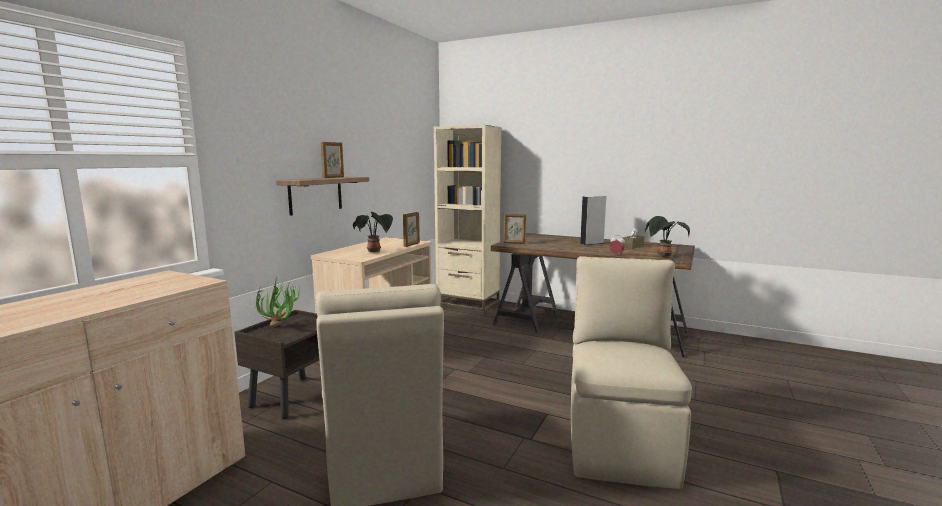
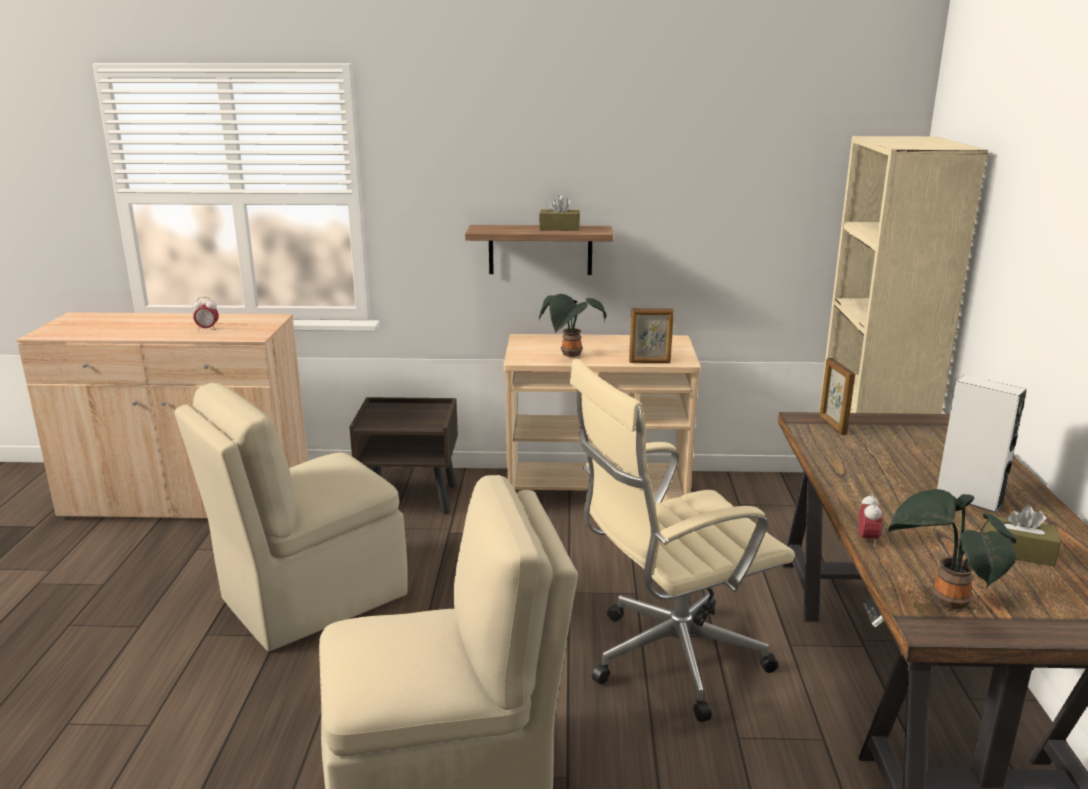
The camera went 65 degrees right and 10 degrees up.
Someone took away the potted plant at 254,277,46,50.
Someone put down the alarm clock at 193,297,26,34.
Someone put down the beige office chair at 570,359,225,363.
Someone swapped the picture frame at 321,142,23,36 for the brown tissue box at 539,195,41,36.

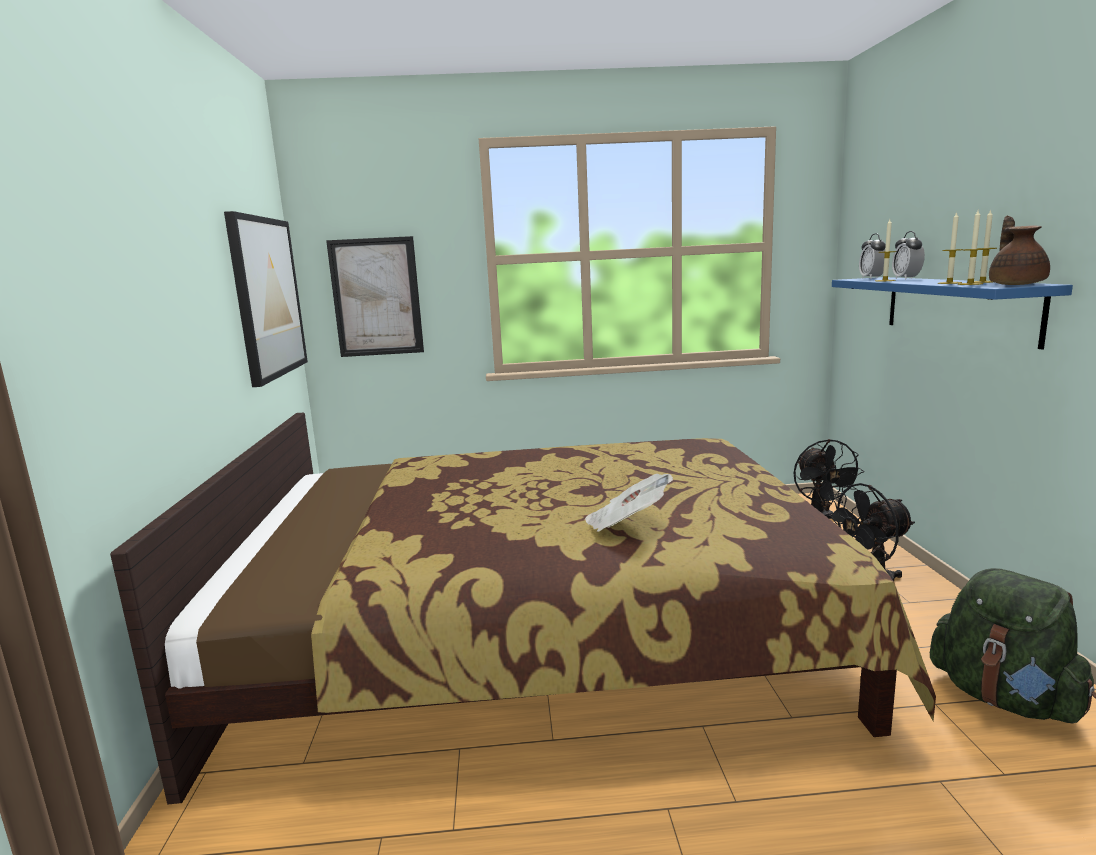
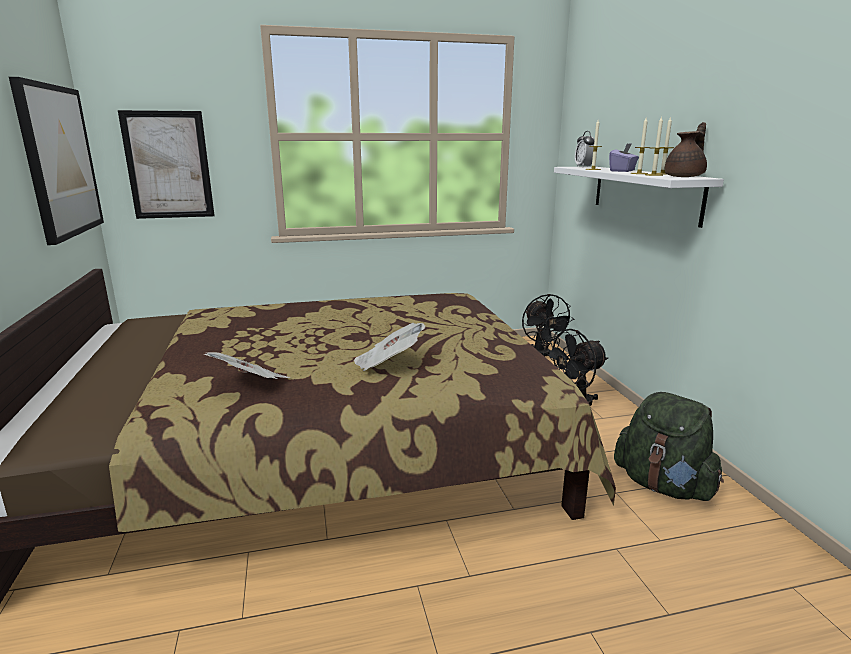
The camera went 10 degrees left and 5 degrees up.
Someone took away the alarm clock at 892,231,33,49.
Someone put down the newspaper at 203,352,87,27.
Someone put down the purple tissue box at 609,143,30,29.
Someone repainted the blue shelf at 832,277,241,72, which became the white shelf at 554,166,170,62.
Someone rotated the brown teapot at 989,216,61,69 by 45 degrees clockwise.

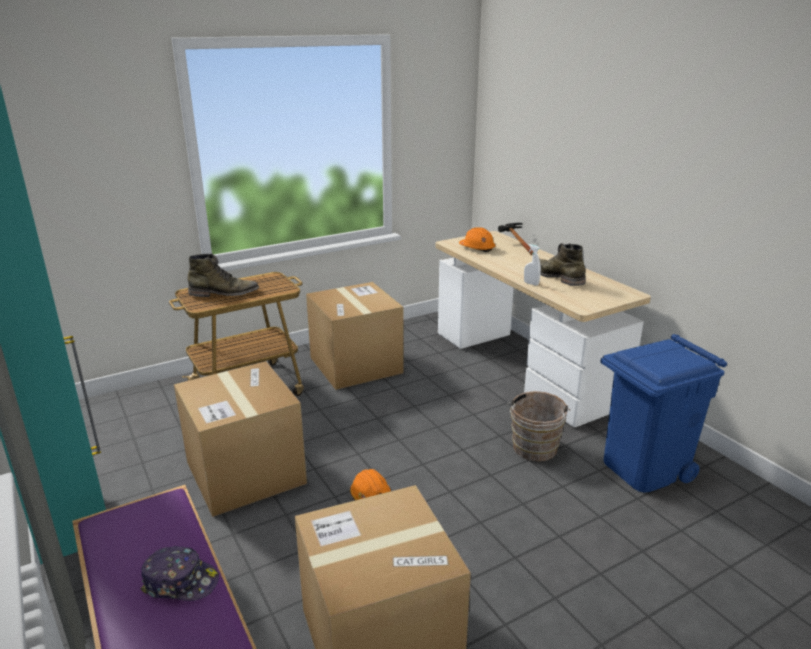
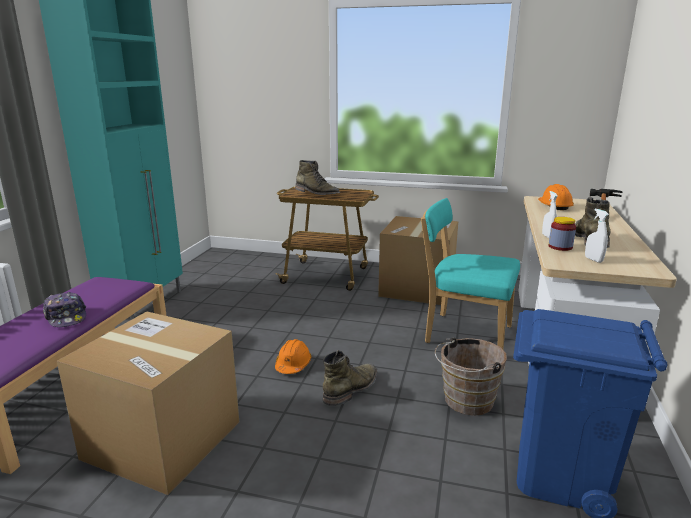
The camera went 45 degrees right and 5 degrees down.
Someone took away the cardboard box at 174,361,133,156.
Someone put down the green boot at 323,350,54,56.
Someone put down the turquoise chair at 421,198,99,151.
Someone put down the jar at 548,217,28,34.
Someone put down the white spray bottle at 585,209,24,54.

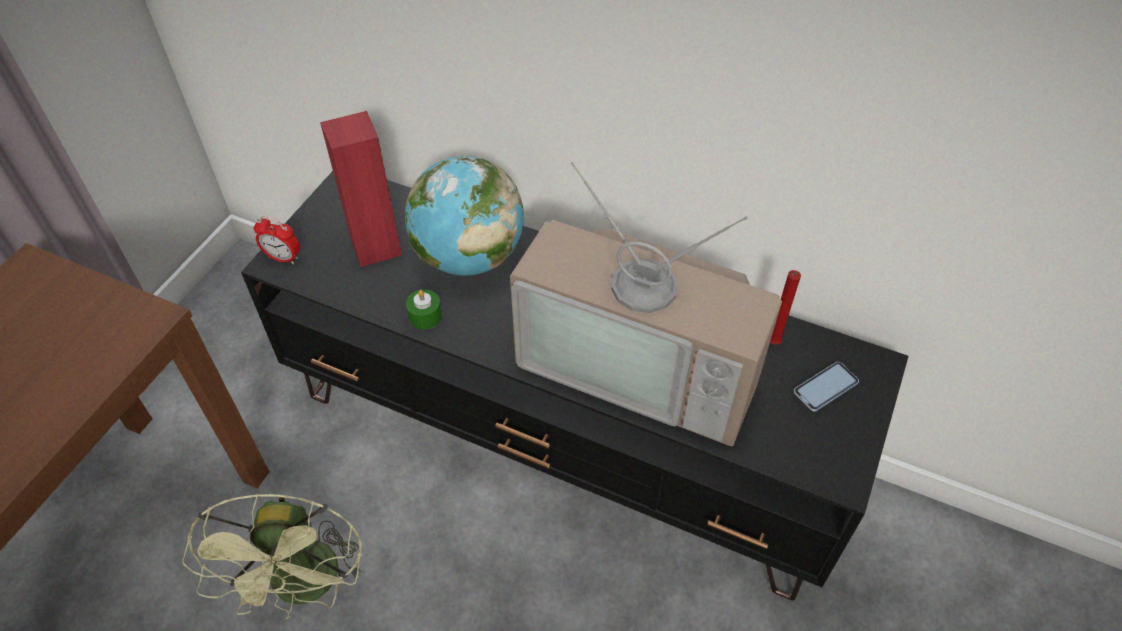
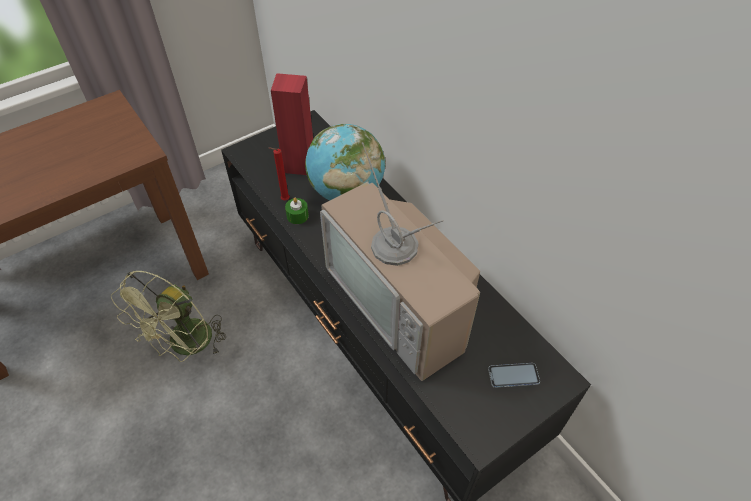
The camera went 30 degrees right and 0 degrees up.
Someone took away the alarm clock at 254,216,46,48.
Someone carried the red candle from 770,270,31,75 to 270,148,20,52.

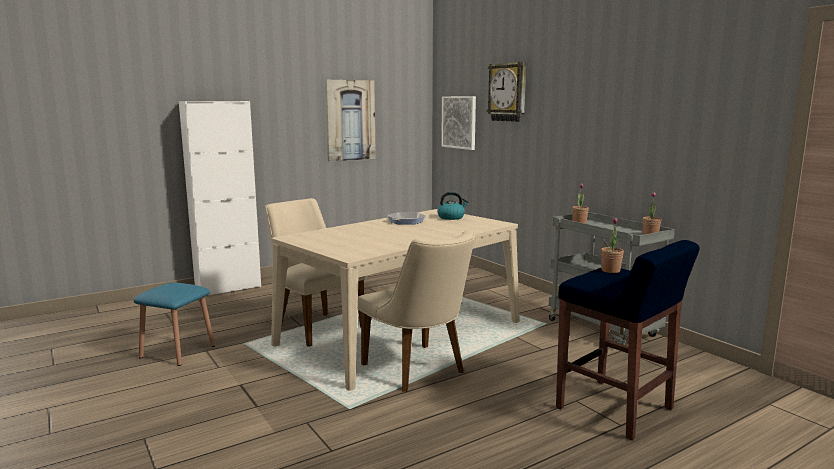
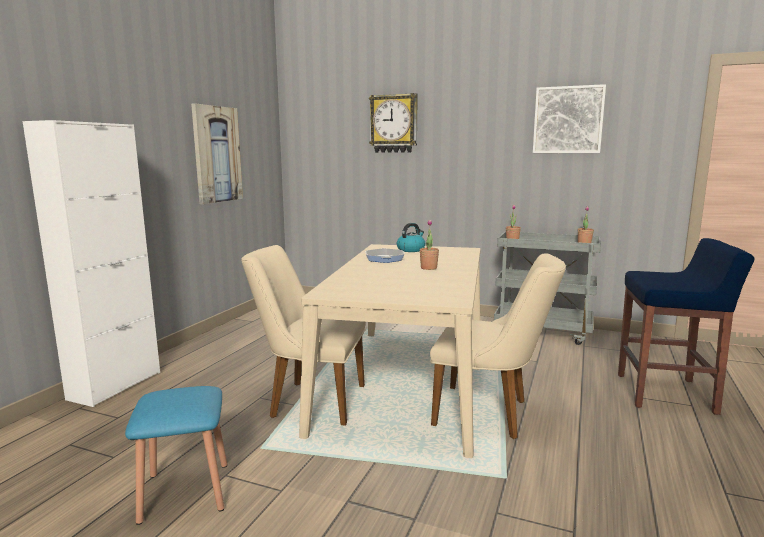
The camera went 35 degrees left and 0 degrees up.
Someone carried the picture from 441,96,35,54 to 533,84,73,69.
Someone carried the potted plant from 601,217,23,56 to 420,220,19,50.

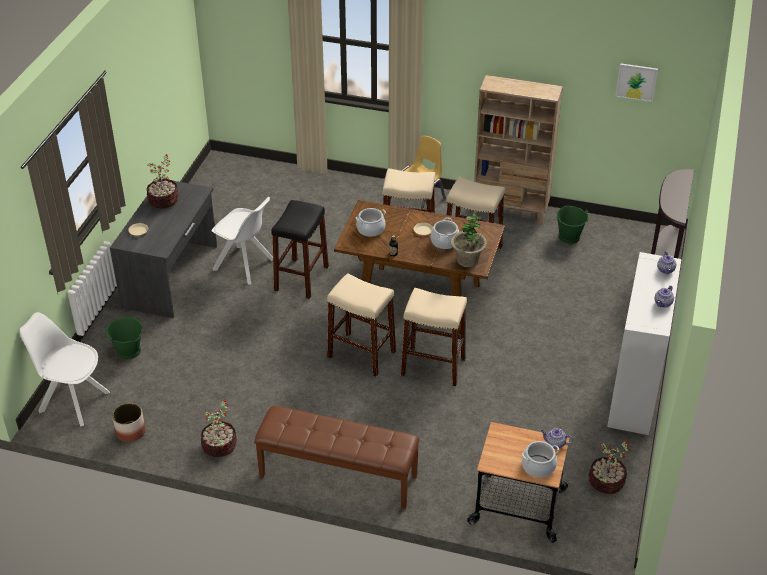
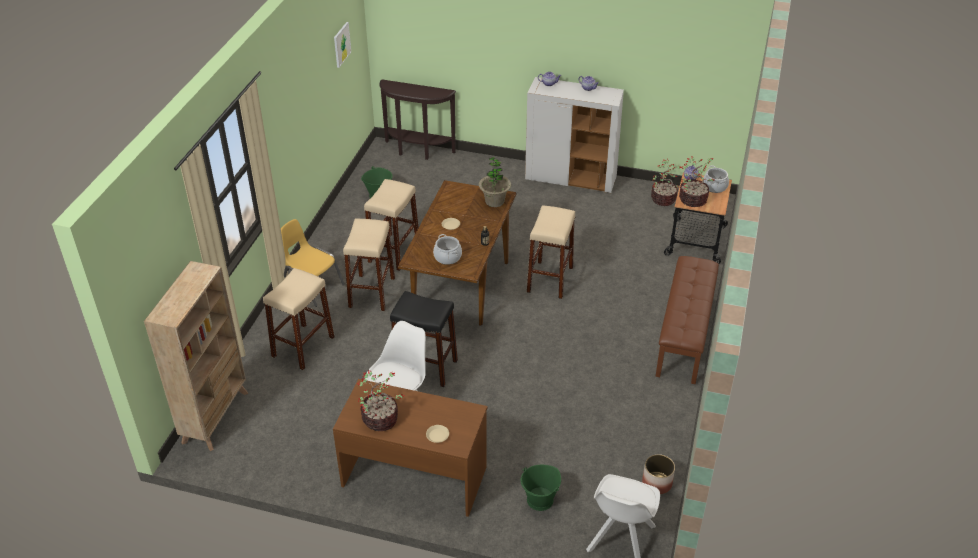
The camera went 90 degrees left and 0 degrees up.
Someone took away the cooking pot at 431,217,28,32.
Someone carried the potted plant from 200,399,37,58 to 679,157,36,50.
Someone carried the beige stool from 327,273,69,103 to 263,268,72,102.
Someone carried the beige bookcase from 474,75,89,150 to 144,261,104,190.
Someone repainted the grey desk at 110,180,107,138, which became the brown desk at 333,379,154,138.

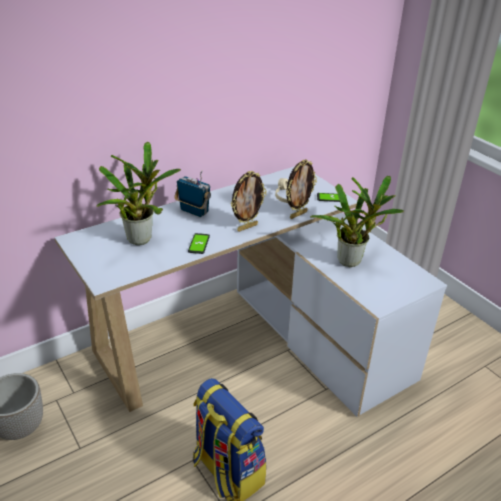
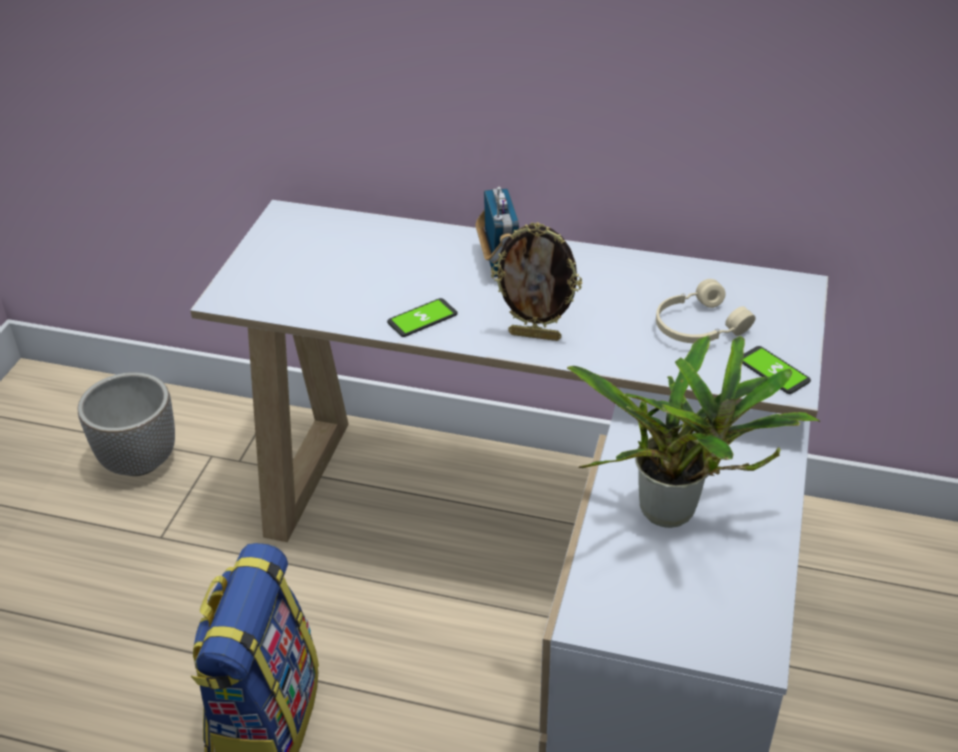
The camera went 50 degrees right and 5 degrees up.
Someone took away the potted plant at 96,142,85,103.
Someone took away the picture frame at 286,159,31,60.

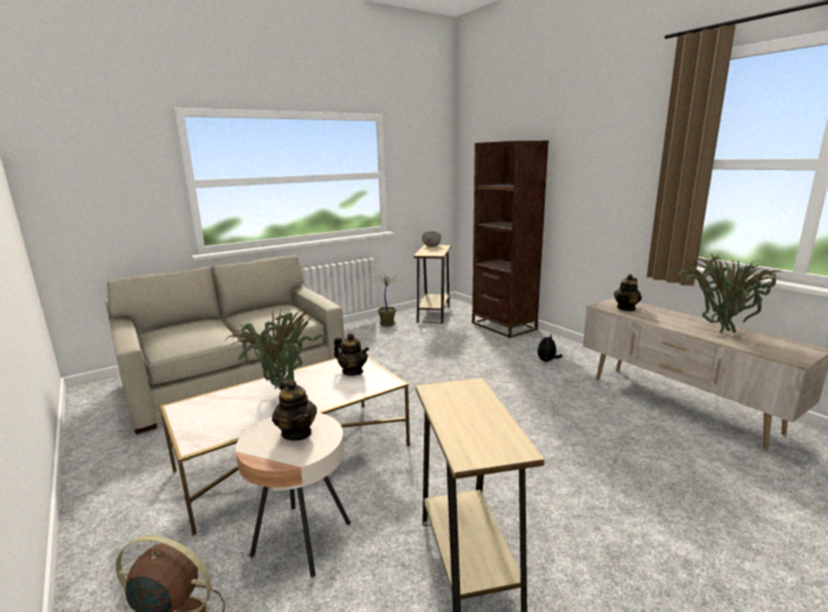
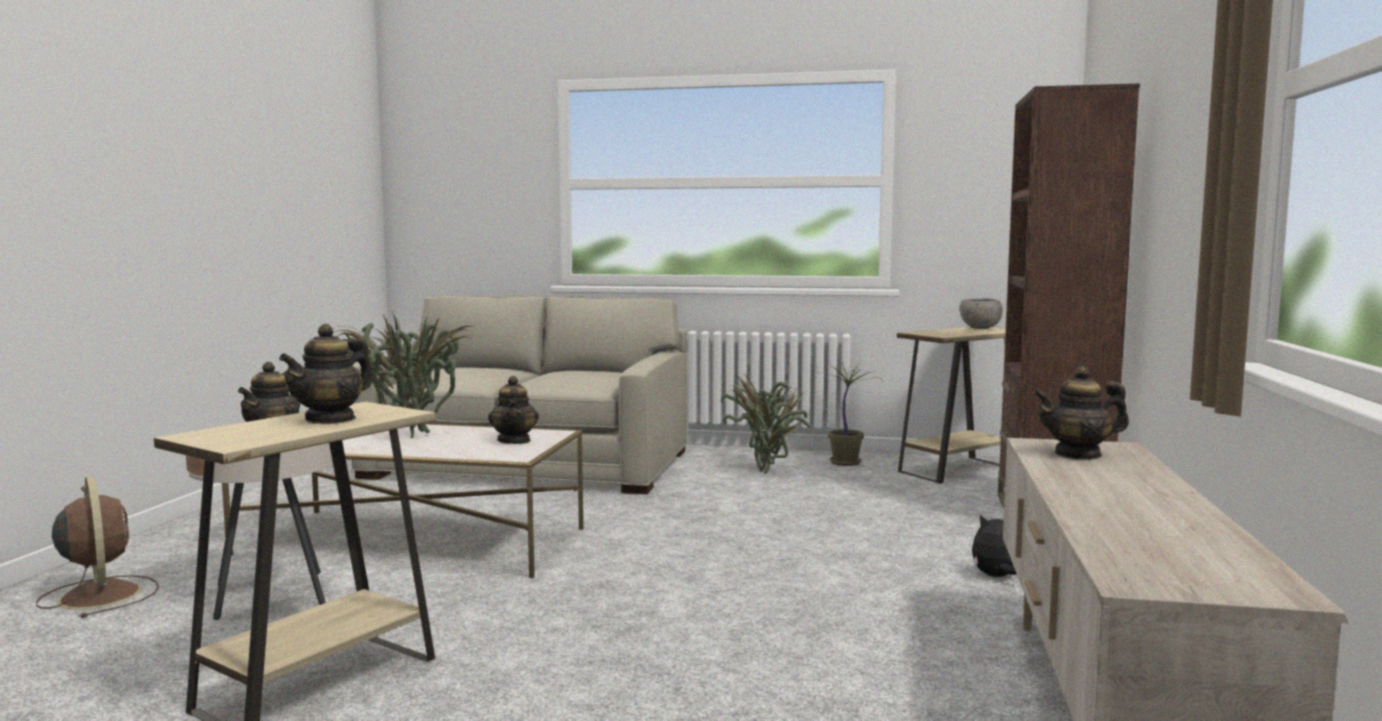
The camera went 45 degrees right and 10 degrees down.
Someone put down the teapot at 279,324,94,100.
Someone carried the potted plant from 678,253,107,80 to 721,371,89,102.

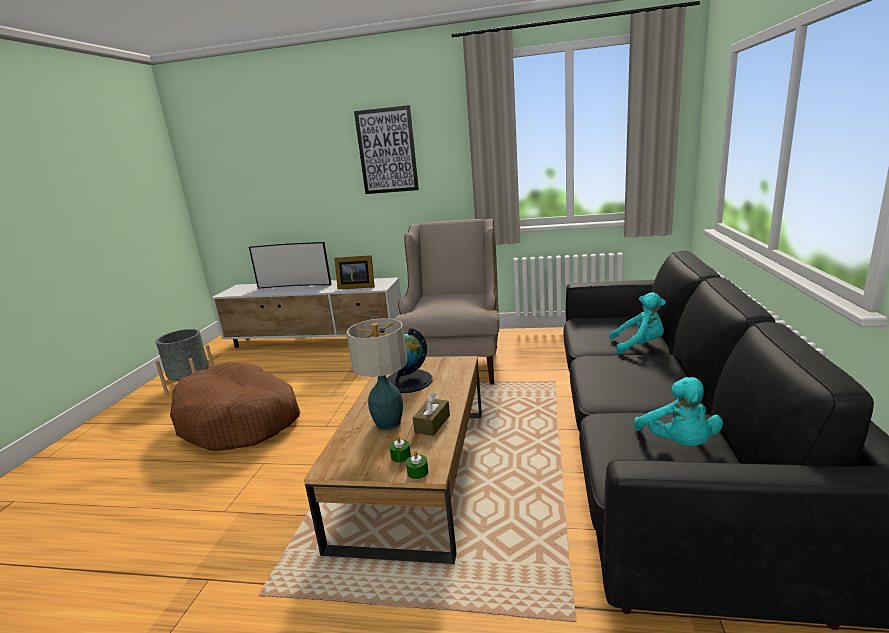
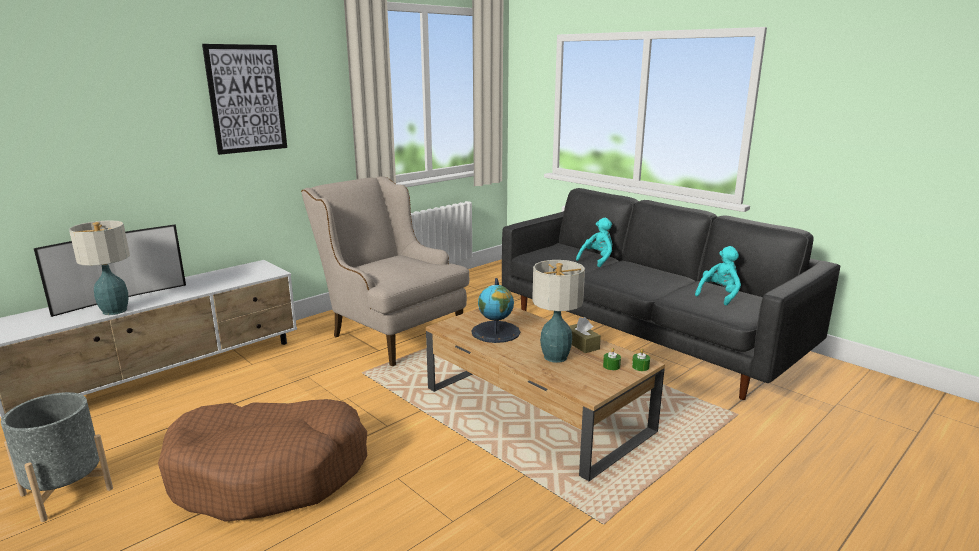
The camera went 55 degrees left and 0 degrees up.
Someone took away the picture frame at 334,255,41,34.
Someone put down the table lamp at 69,220,61,95.
Someone rotated the turquoise plush toy at 634,377,89,69 by 75 degrees counterclockwise.

